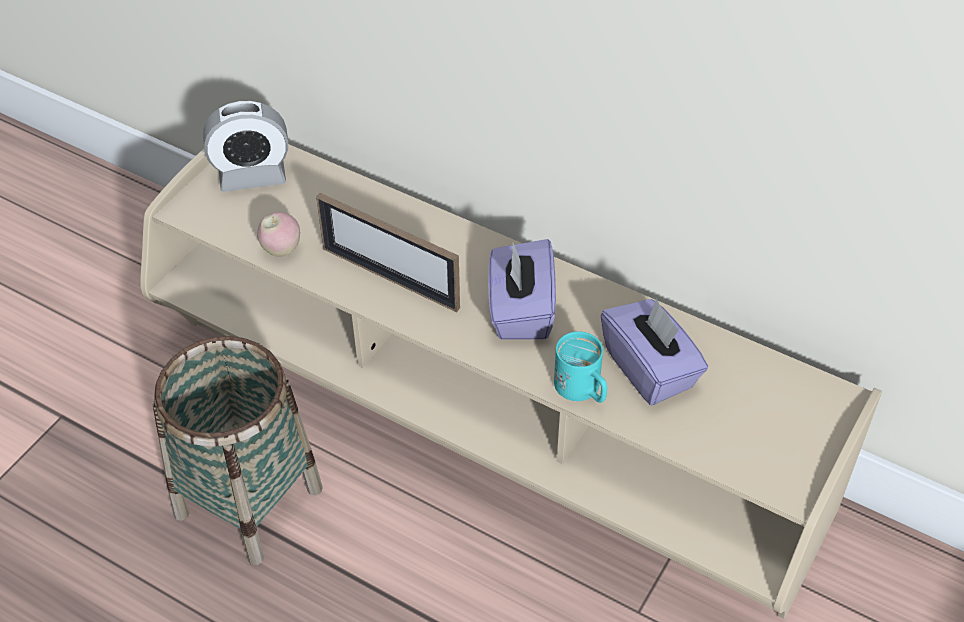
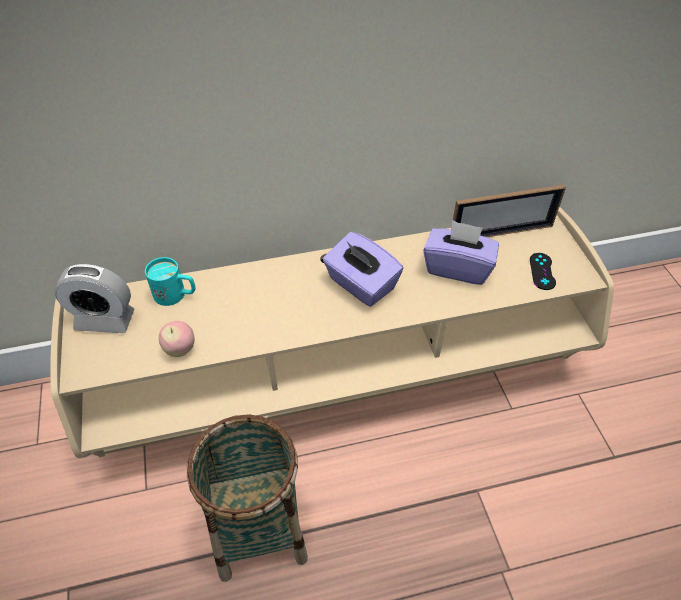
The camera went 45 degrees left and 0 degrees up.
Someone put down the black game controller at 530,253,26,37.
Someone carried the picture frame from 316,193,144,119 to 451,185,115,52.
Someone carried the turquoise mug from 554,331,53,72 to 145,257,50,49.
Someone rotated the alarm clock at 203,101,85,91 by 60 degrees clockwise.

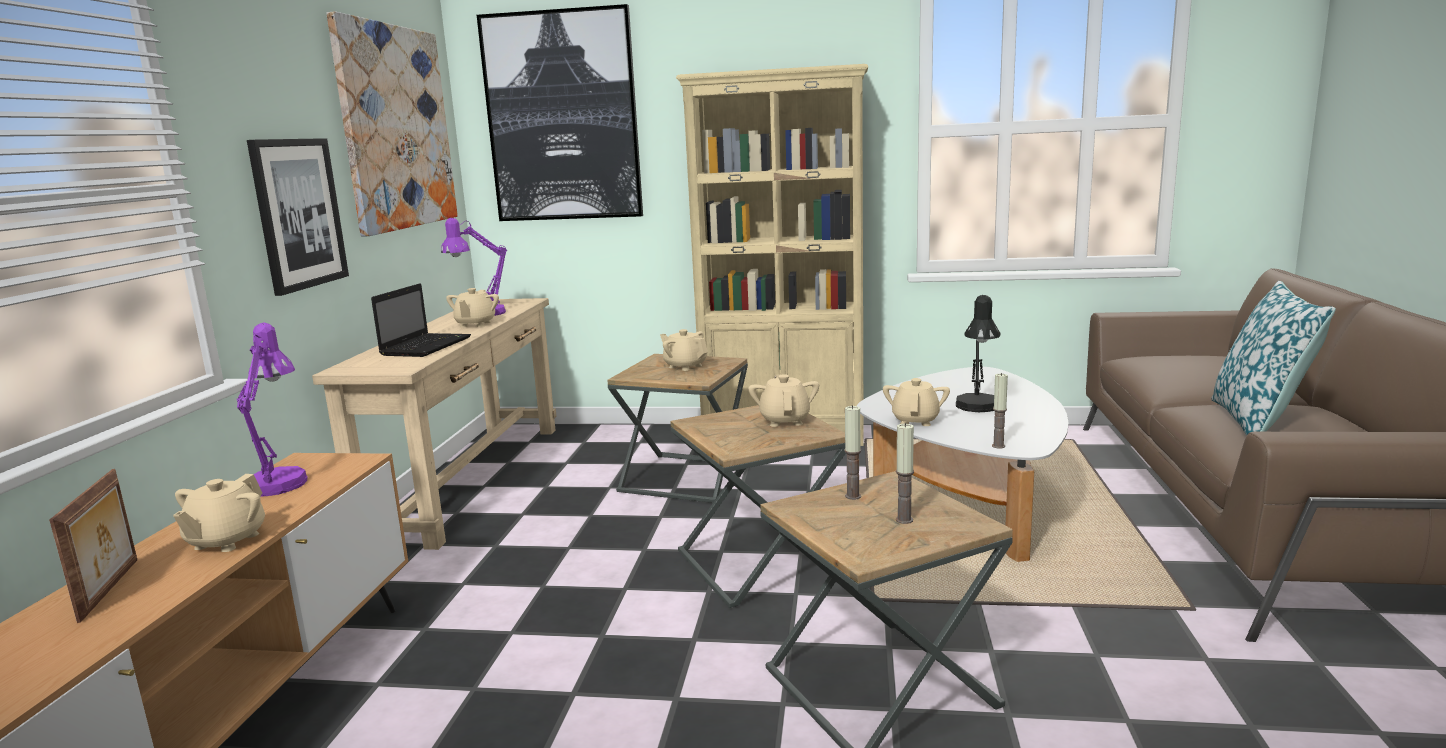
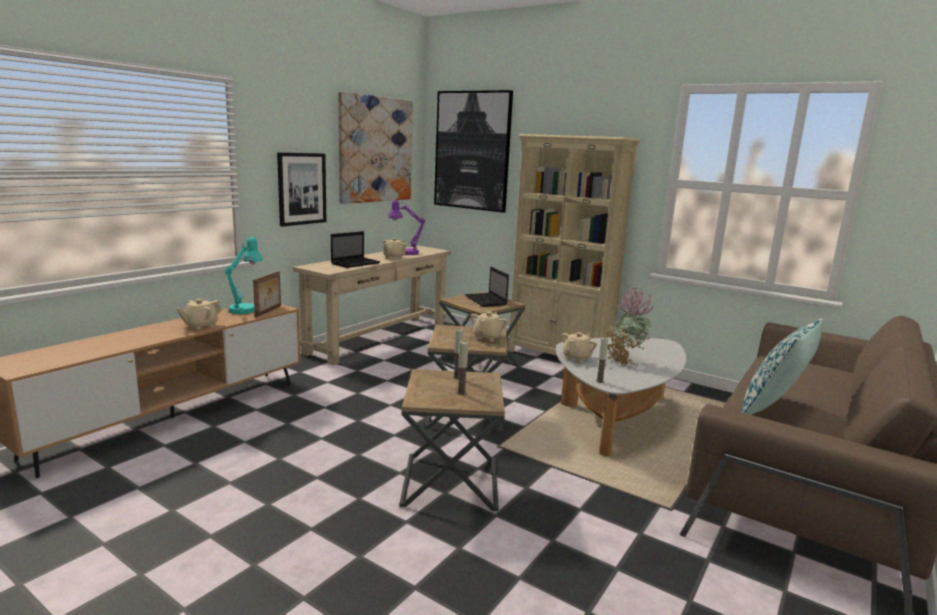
The camera went 25 degrees right and 0 degrees up.
Someone carried the picture frame from 49,469,88,154 to 253,271,28,46.
Someone swapped the beige teapot at 660,329,48,42 for the laptop at 465,267,44,40.
Someone swapped the black table lamp at 956,295,44,117 for the potted plant at 606,288,48,77.
Someone repainted the purple table lamp at 236,323,72,174, which became the turquoise table lamp at 224,237,39,77.

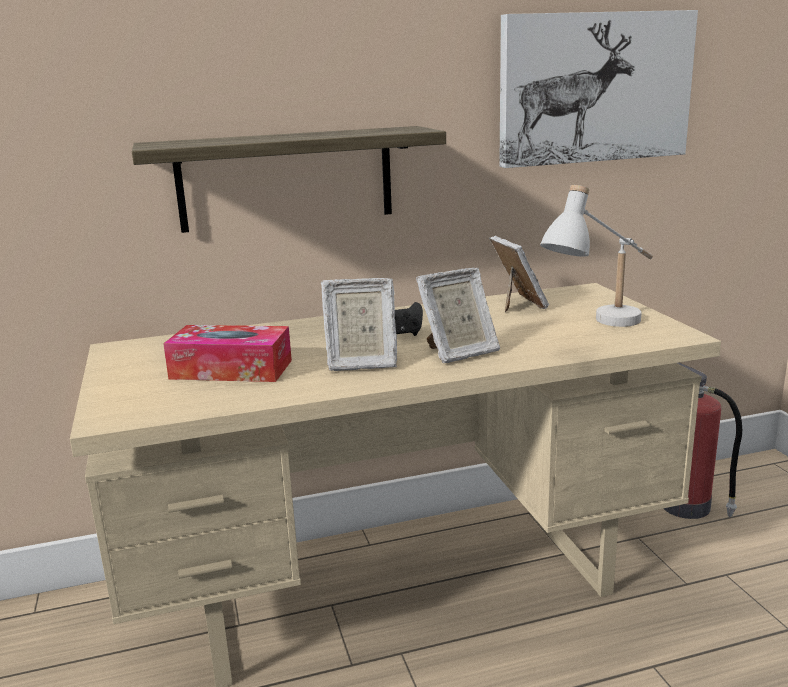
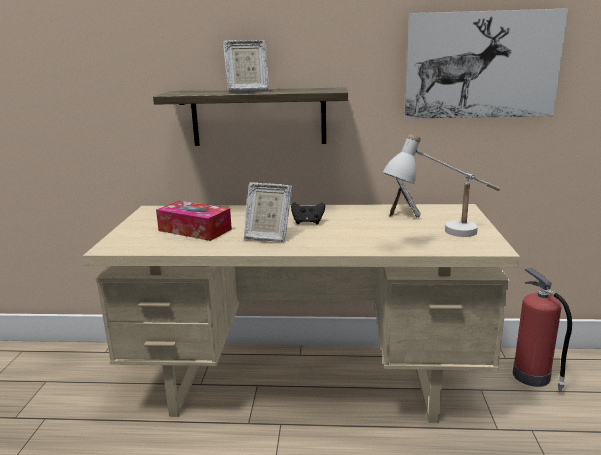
The camera went 20 degrees right and 0 degrees up.
Someone carried the picture frame from 416,268,84,95 to 223,40,46,53.

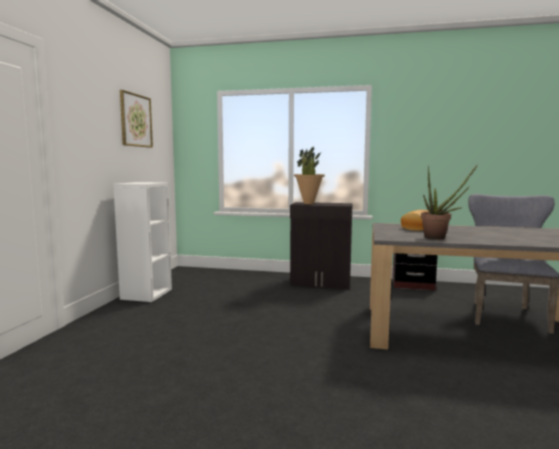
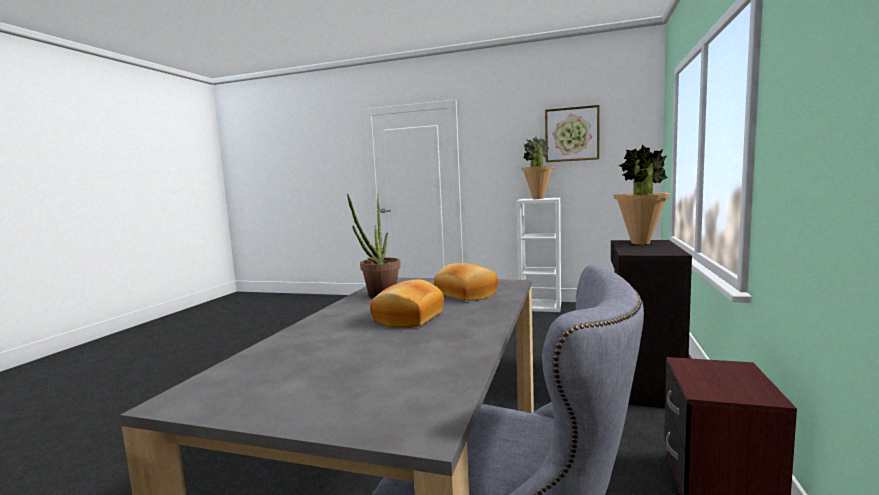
The camera went 95 degrees right and 0 degrees up.
Someone put down the bread at 370,279,74,49.
Someone put down the potted plant at 521,137,34,62.

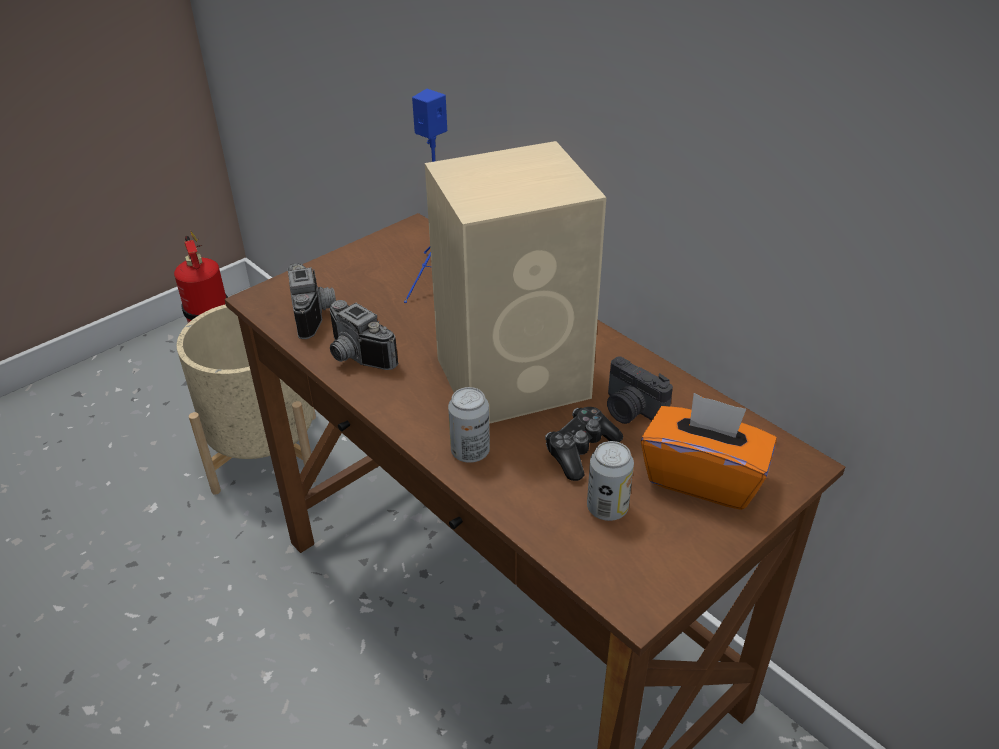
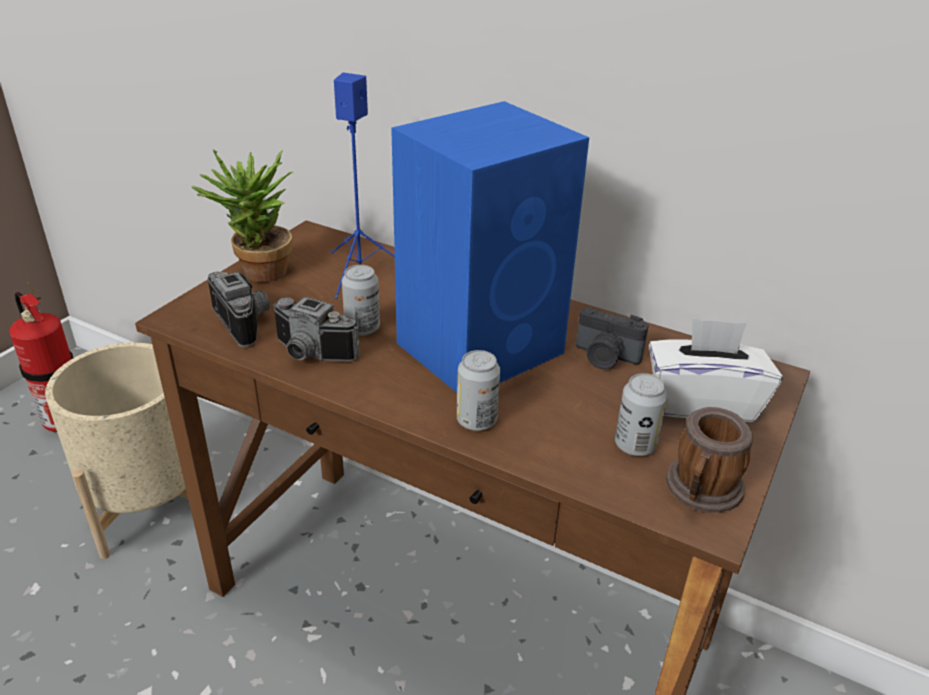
The camera went 20 degrees left and 5 degrees down.
Someone took away the game controller at 545,407,78,74.
Someone put down the potted plant at 191,149,102,134.
Someone put down the can at 342,265,38,71.
Someone put down the mug at 666,407,87,106.
Someone repainted the beige speaker at 425,141,181,283, which became the blue speaker at 391,101,198,292.
Someone repainted the orange tissue box at 641,393,136,117, which became the white tissue box at 649,318,134,104.

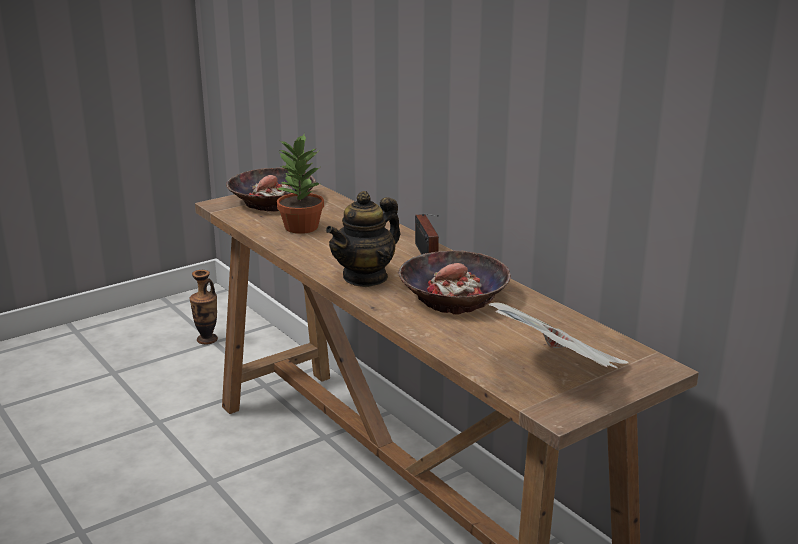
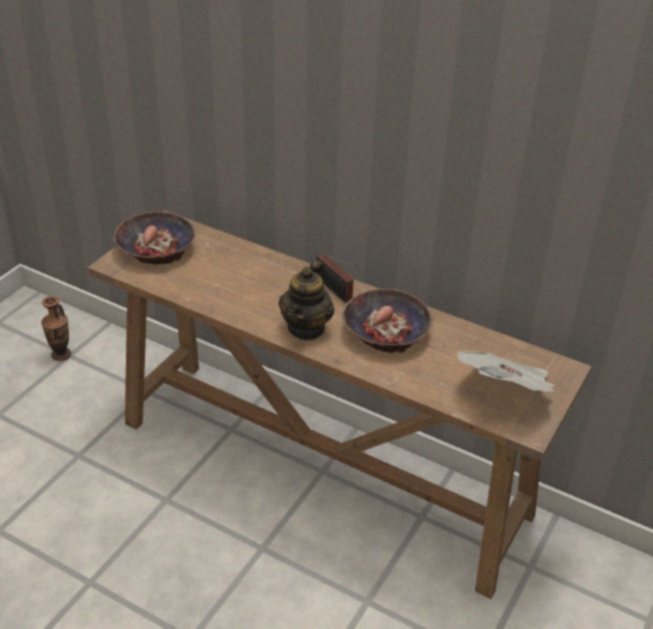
The camera went 25 degrees left and 15 degrees up.
Someone took away the potted plant at 275,133,49,101.

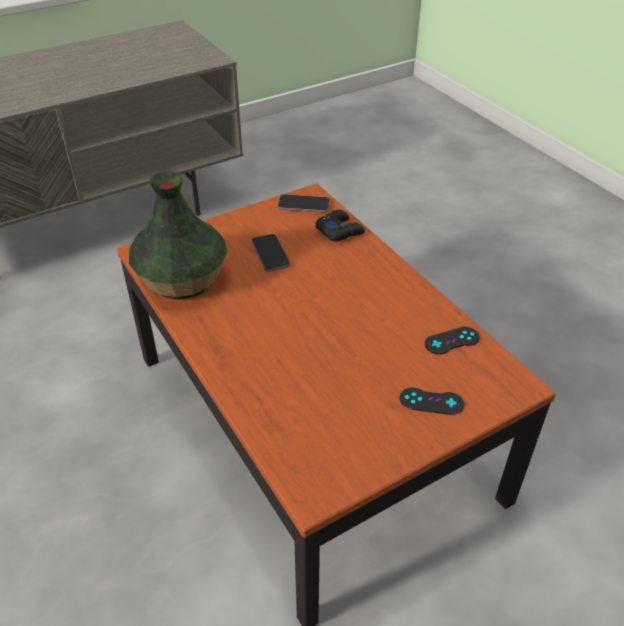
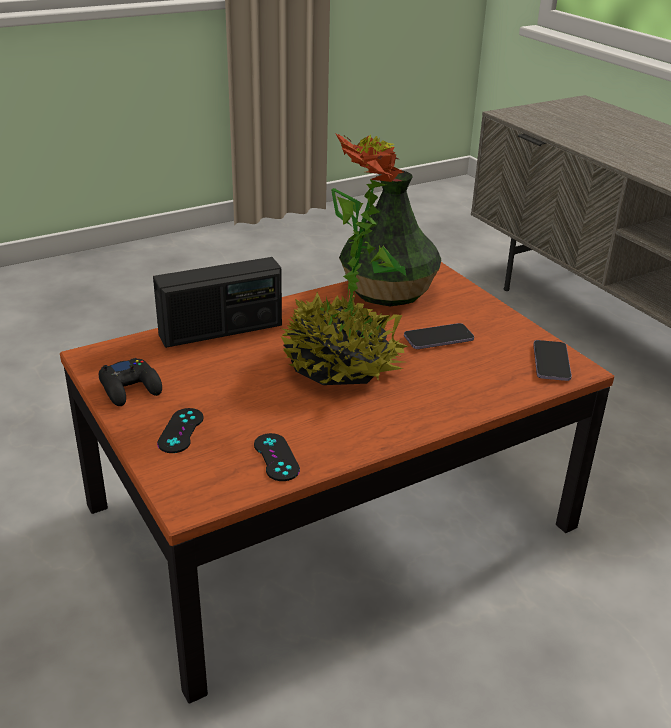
The camera went 90 degrees right and 10 degrees down.
Someone put down the radio at 153,257,129,91.
Someone put down the potted plant at 281,133,127,252.
Someone carried the black game controller from 315,210,50,32 to 98,358,64,48.

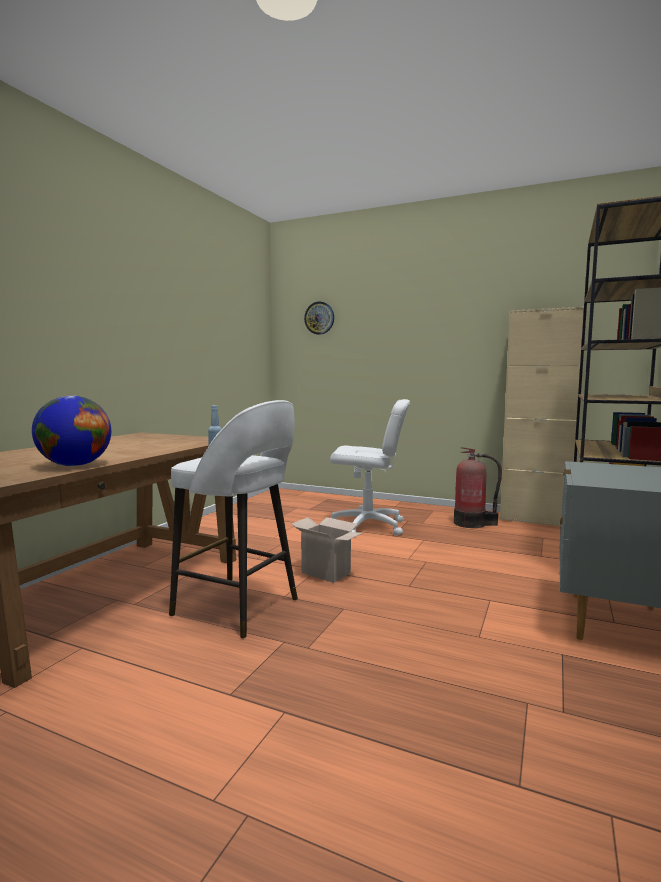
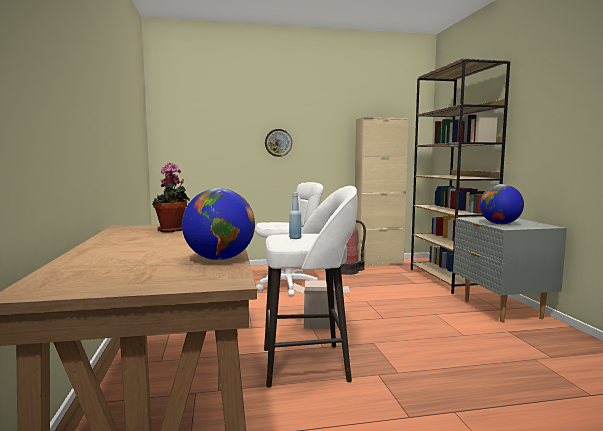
The camera went 35 degrees left and 0 degrees up.
Someone put down the potted plant at 152,163,38,69.
Someone put down the globe at 480,184,44,40.
Someone carried the wall clock from 304,302,30,33 to 265,129,27,28.

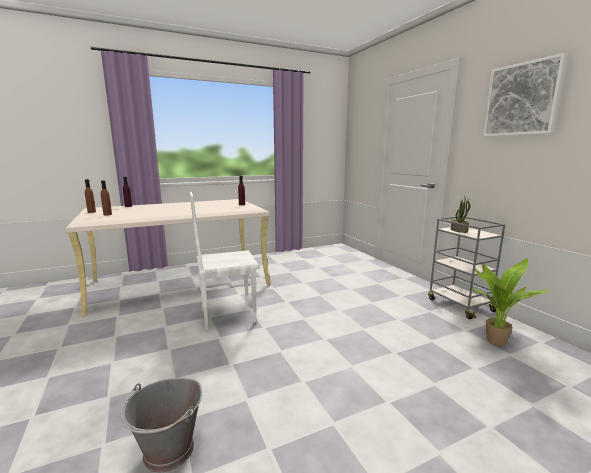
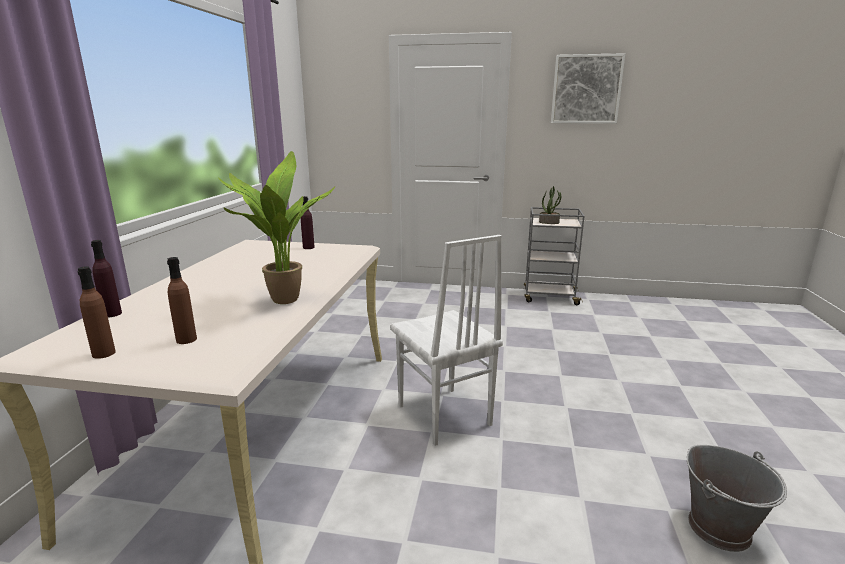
The camera went 55 degrees left and 5 degrees up.
Someone carried the potted plant from 472,258,79,88 to 218,151,117,153.
Someone rotated the white chair at 190,192,70,138 by 45 degrees counterclockwise.

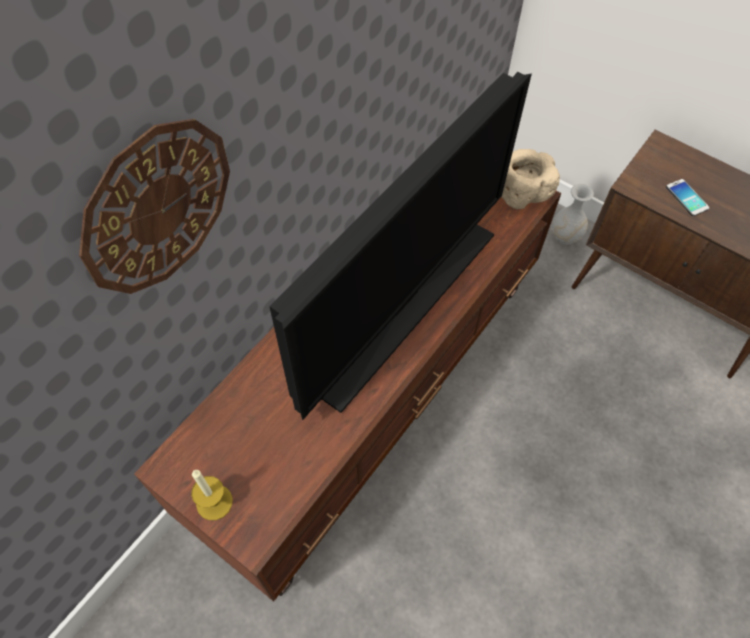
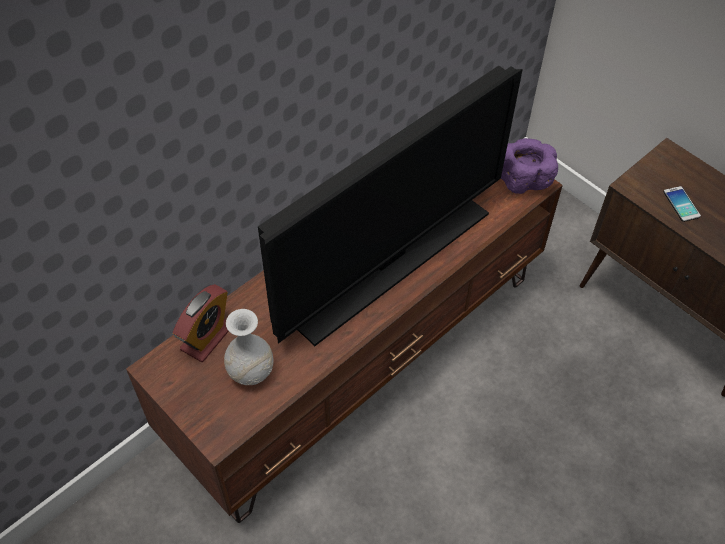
The camera went 10 degrees right and 5 degrees down.
Someone took away the wall clock at 79,119,151,175.
Someone took away the candle at 191,470,42,50.
Someone put down the alarm clock at 173,284,56,78.
Someone carried the white vase from 551,184,43,61 to 224,309,50,76.
Someone repainted the beige bowl at 501,149,59,60, which became the purple bowl at 501,138,57,56.

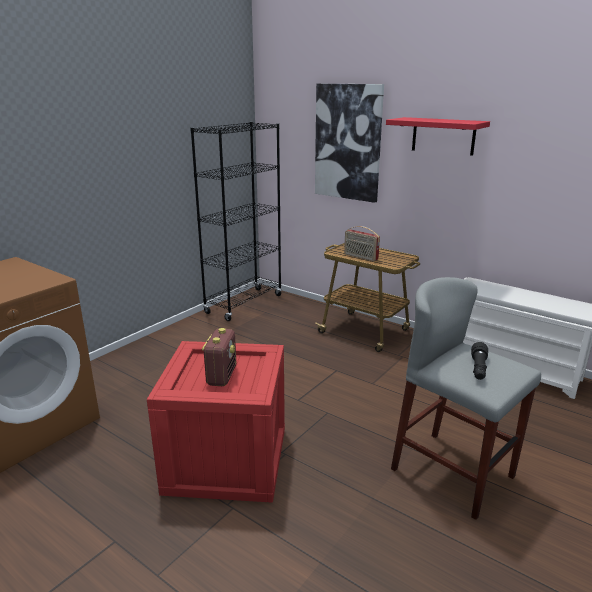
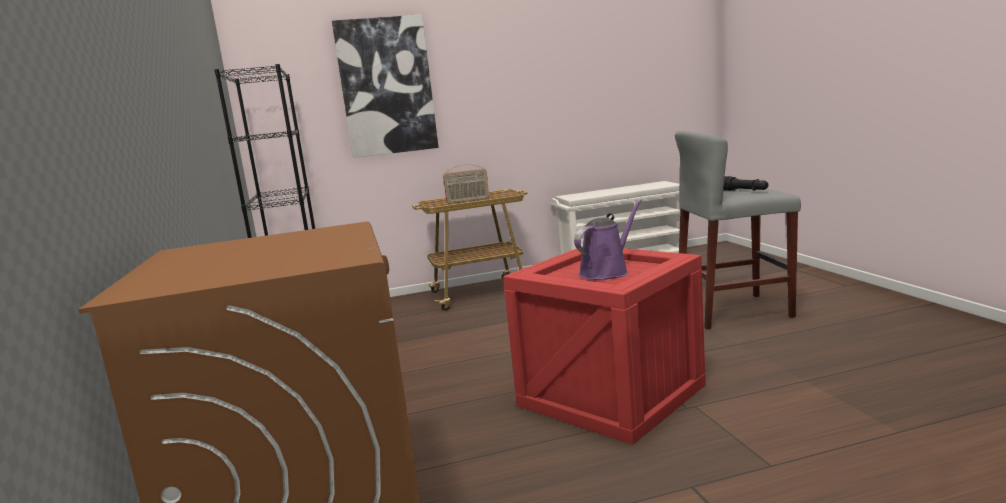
The camera went 50 degrees left and 10 degrees down.
Someone took away the red shelf at 386,117,104,39.
Someone swapped the radio at 202,328,34,58 for the purple watering can at 574,199,68,81.

